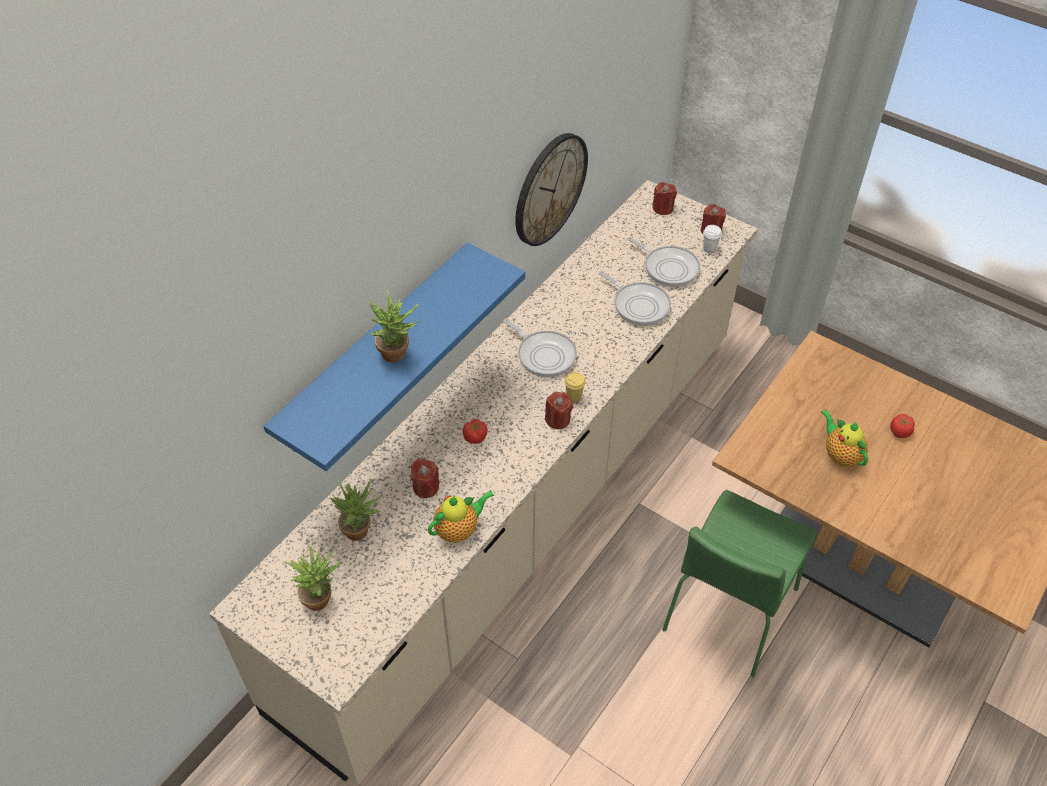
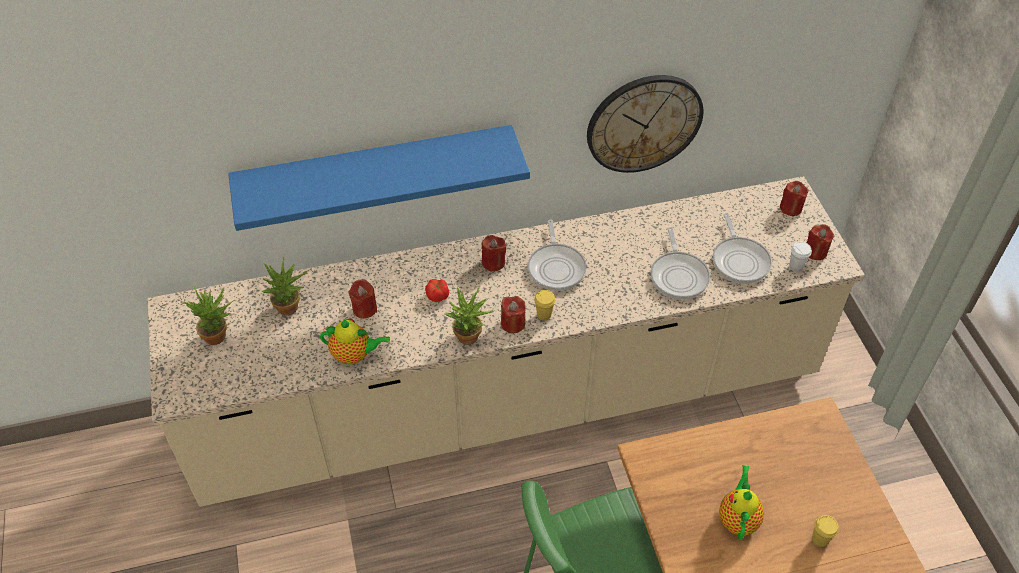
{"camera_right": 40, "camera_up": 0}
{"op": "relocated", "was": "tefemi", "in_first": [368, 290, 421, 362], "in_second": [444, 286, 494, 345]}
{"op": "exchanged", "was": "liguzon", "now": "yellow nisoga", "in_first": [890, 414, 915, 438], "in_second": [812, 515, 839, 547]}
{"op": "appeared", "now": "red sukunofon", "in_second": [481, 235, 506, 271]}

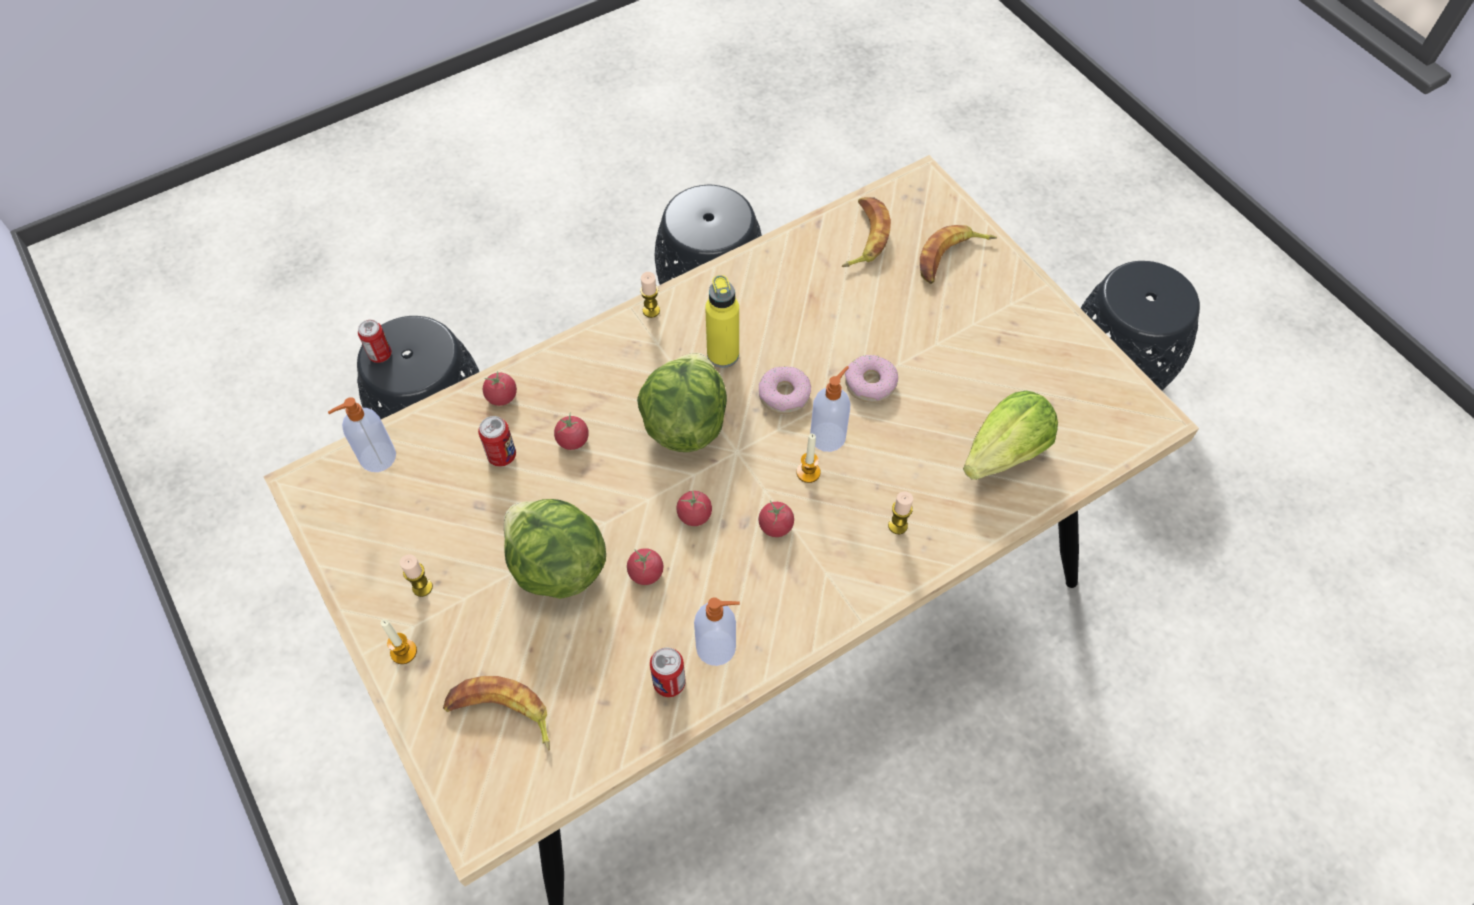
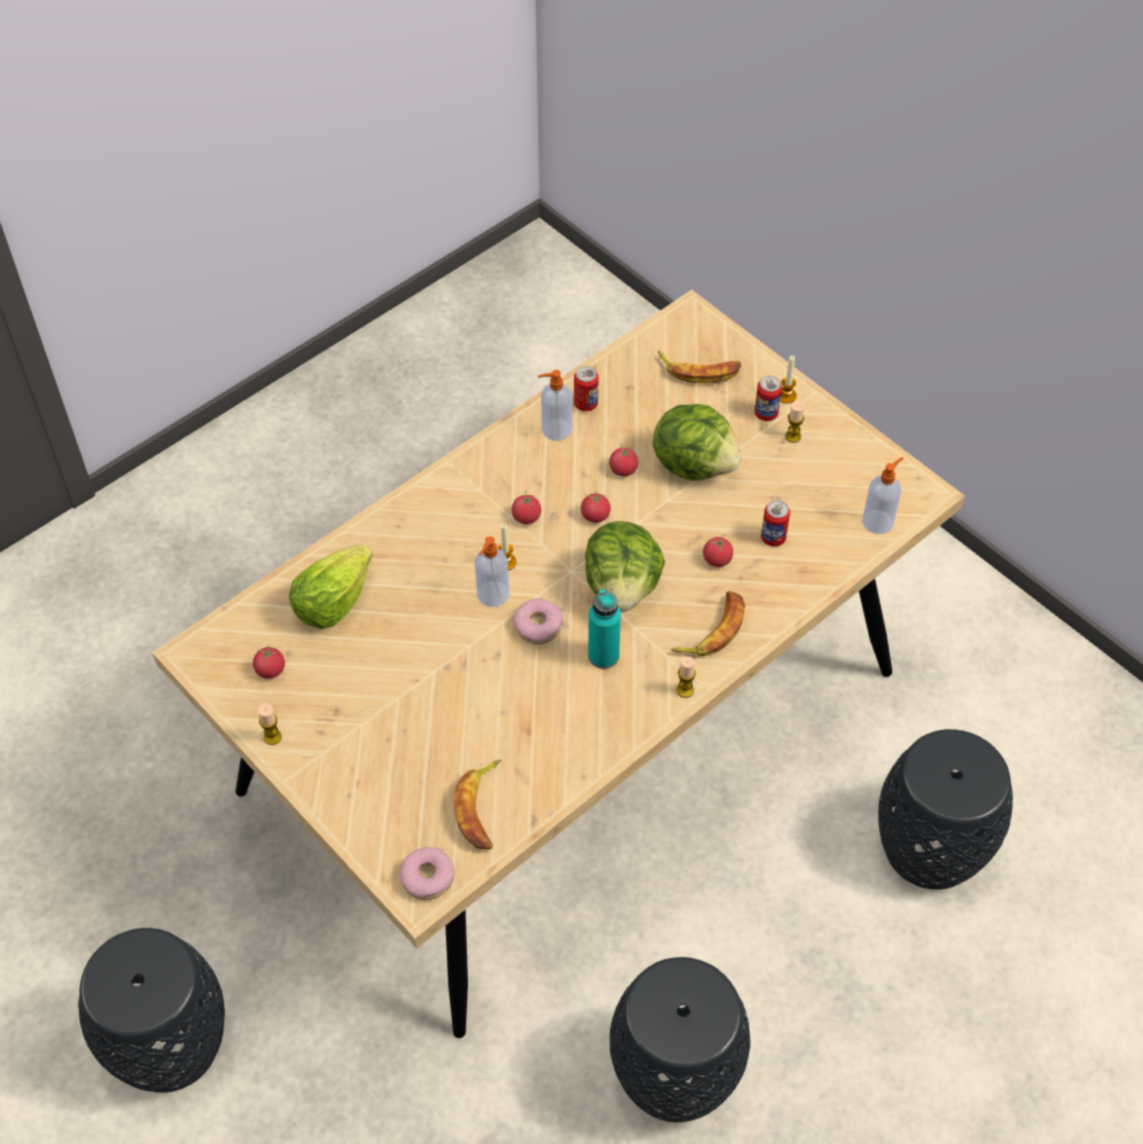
{"camera_right": 170, "camera_up": -5}
{"op": "relocated", "was": "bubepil", "in_first": [358, 320, 392, 363], "in_second": [754, 376, 782, 421]}
{"op": "relocated", "was": "liguzon", "in_first": [483, 371, 517, 406], "in_second": [253, 645, 285, 679]}
{"op": "colour", "was": "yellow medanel", "now": "turquoise medanel", "in_first": [705, 275, 739, 368], "in_second": [588, 589, 621, 669]}
{"op": "relocated", "was": "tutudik", "in_first": [845, 355, 898, 403], "in_second": [400, 847, 455, 900]}
{"op": "relocated", "was": "sukunofon", "in_first": [888, 492, 913, 534], "in_second": [258, 703, 282, 745]}
{"op": "relocated", "was": "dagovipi", "in_first": [920, 225, 997, 284], "in_second": [671, 591, 745, 656]}

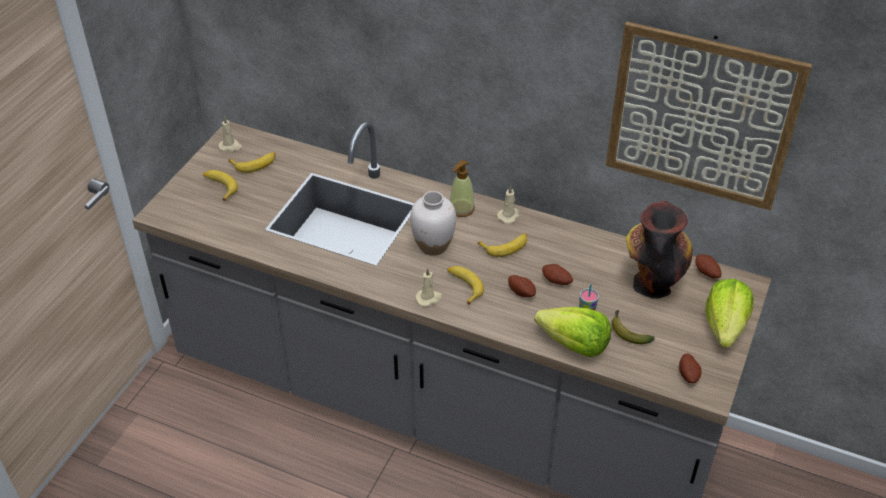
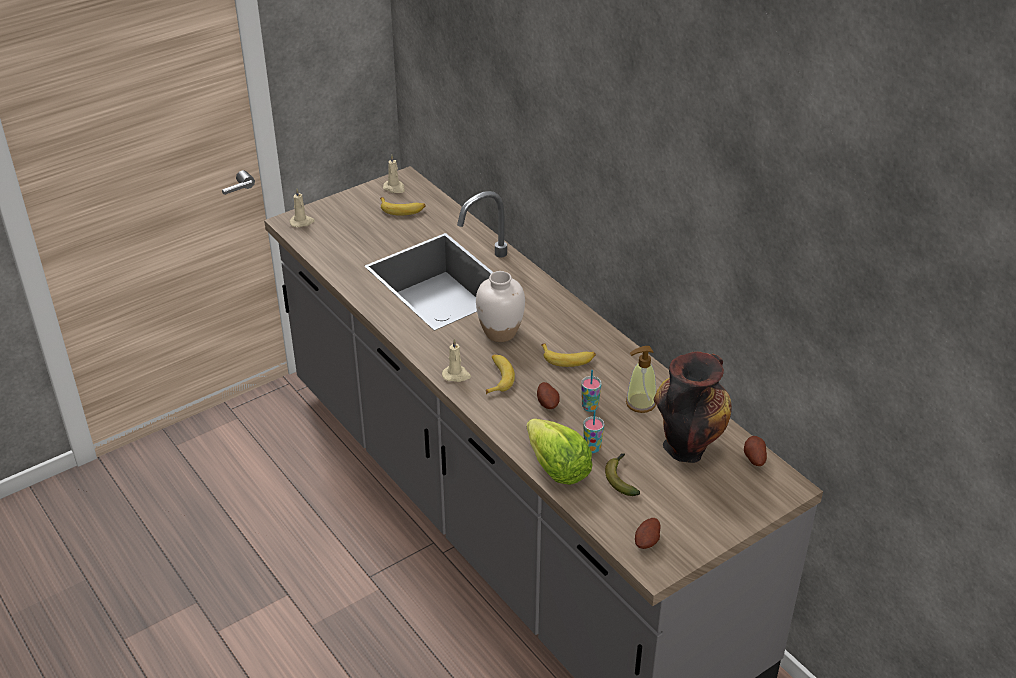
{"camera_right": 30, "camera_up": -5}
{"op": "missing", "was": "dagovipi", "in_first": [203, 170, 238, 201]}
{"op": "relocated", "was": "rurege", "in_first": [450, 160, 475, 217], "in_second": [626, 346, 656, 413]}
{"op": "relocated", "was": "beige sukunofon", "in_first": [497, 185, 520, 224], "in_second": [289, 189, 315, 227]}
{"op": "exchanged", "was": "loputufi", "now": "nisoga", "in_first": [542, 264, 573, 285], "in_second": [581, 370, 602, 412]}
{"op": "missing", "was": "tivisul", "in_first": [606, 21, 812, 210]}
{"op": "missing", "was": "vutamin", "in_first": [705, 279, 753, 348]}

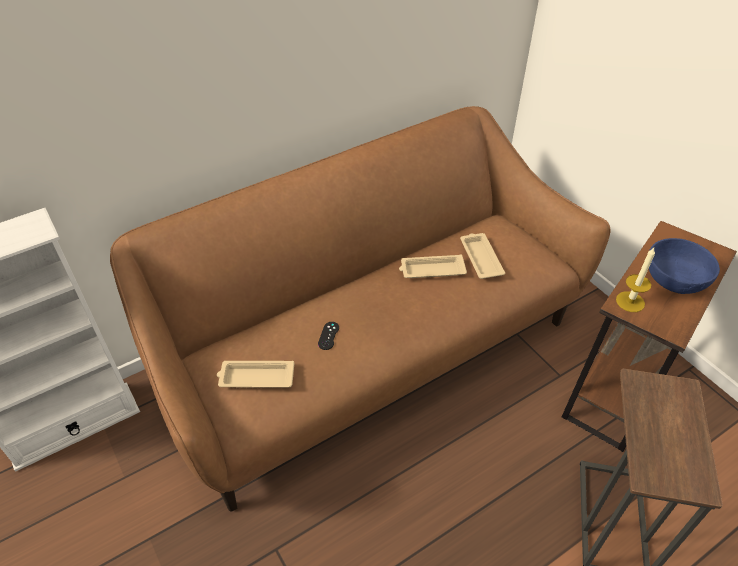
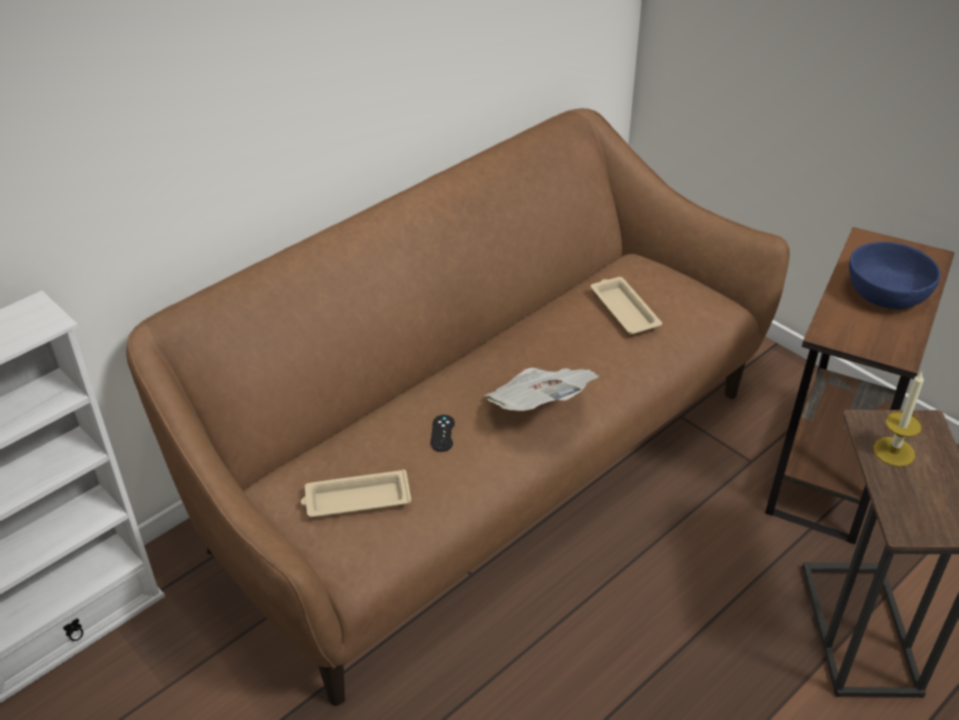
{"camera_right": -10, "camera_up": -5}
{"op": "missing", "was": "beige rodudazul", "in_first": [399, 254, 467, 278]}
{"op": "relocated", "was": "sukunofon", "in_first": [616, 248, 655, 312], "in_second": [874, 372, 924, 467]}
{"op": "appeared", "now": "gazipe", "in_second": [484, 368, 599, 411]}

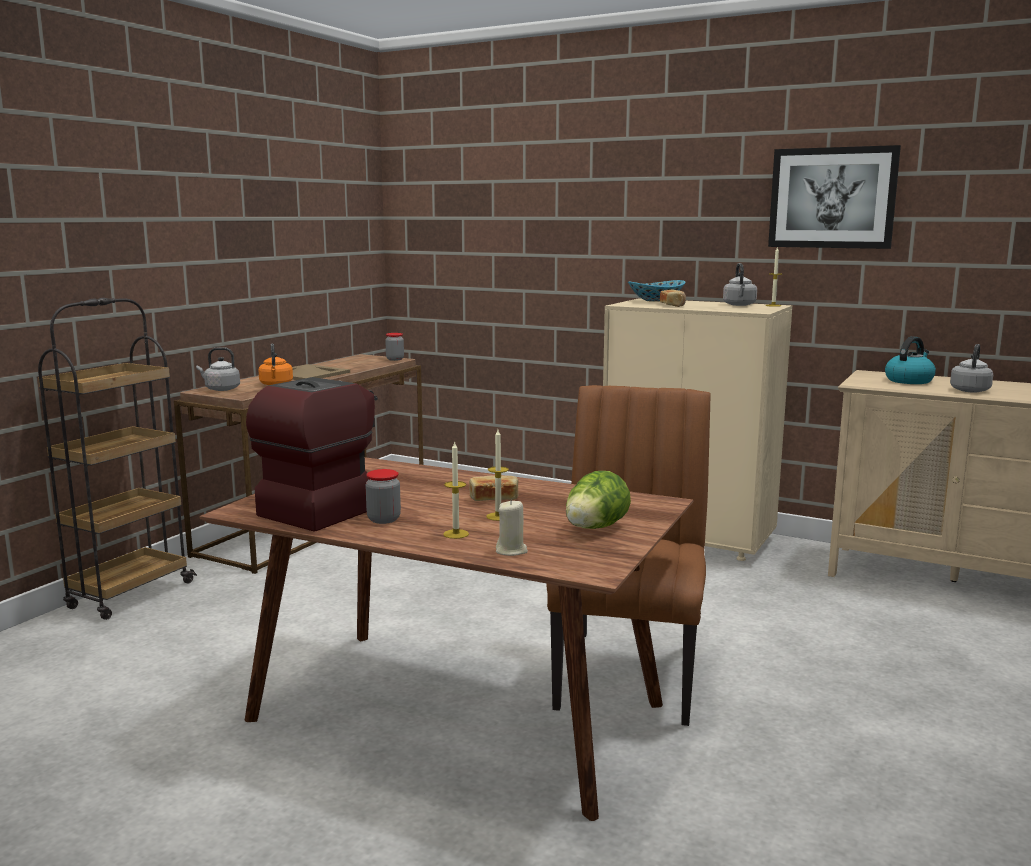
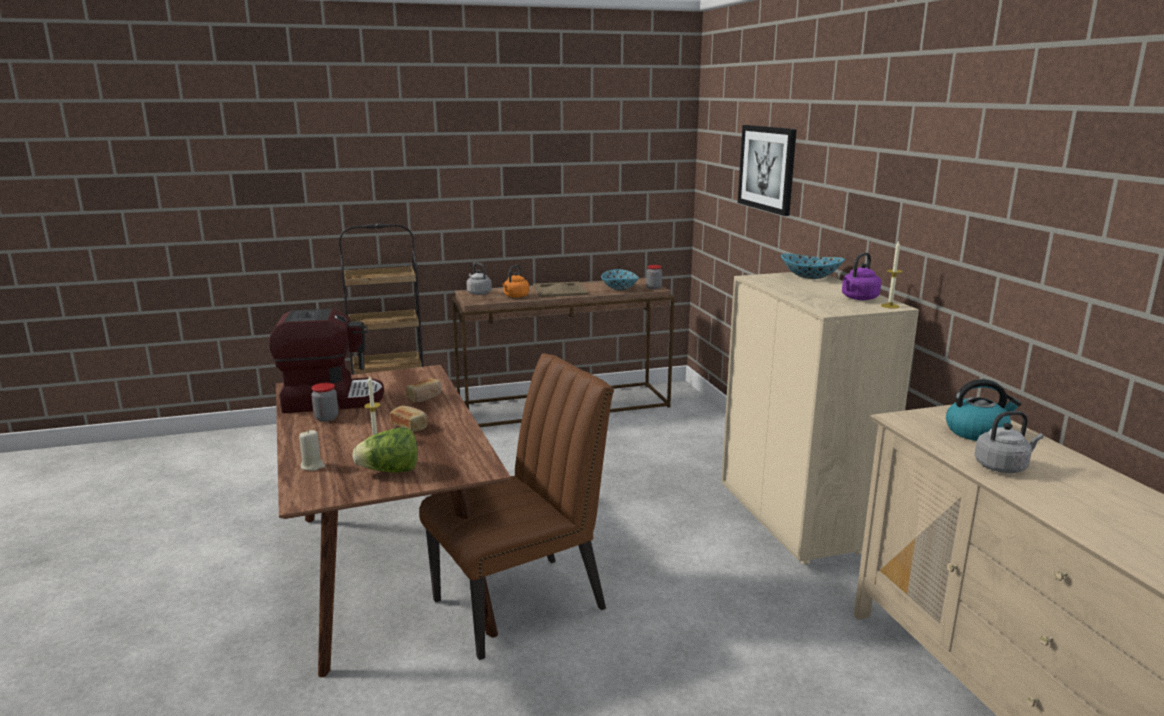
{"camera_right": 45, "camera_up": 5}
{"op": "missing", "was": "sukunofon", "in_first": [443, 441, 469, 539]}
{"op": "relocated", "was": "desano", "in_first": [660, 289, 686, 307], "in_second": [406, 379, 442, 402]}
{"op": "colour", "was": "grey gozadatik", "now": "purple gozadatik", "in_first": [723, 263, 757, 306], "in_second": [842, 252, 881, 300]}
{"op": "relocated", "was": "tivisul", "in_first": [768, 145, 901, 249], "in_second": [738, 125, 797, 216]}
{"op": "appeared", "now": "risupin", "in_second": [601, 269, 639, 290]}

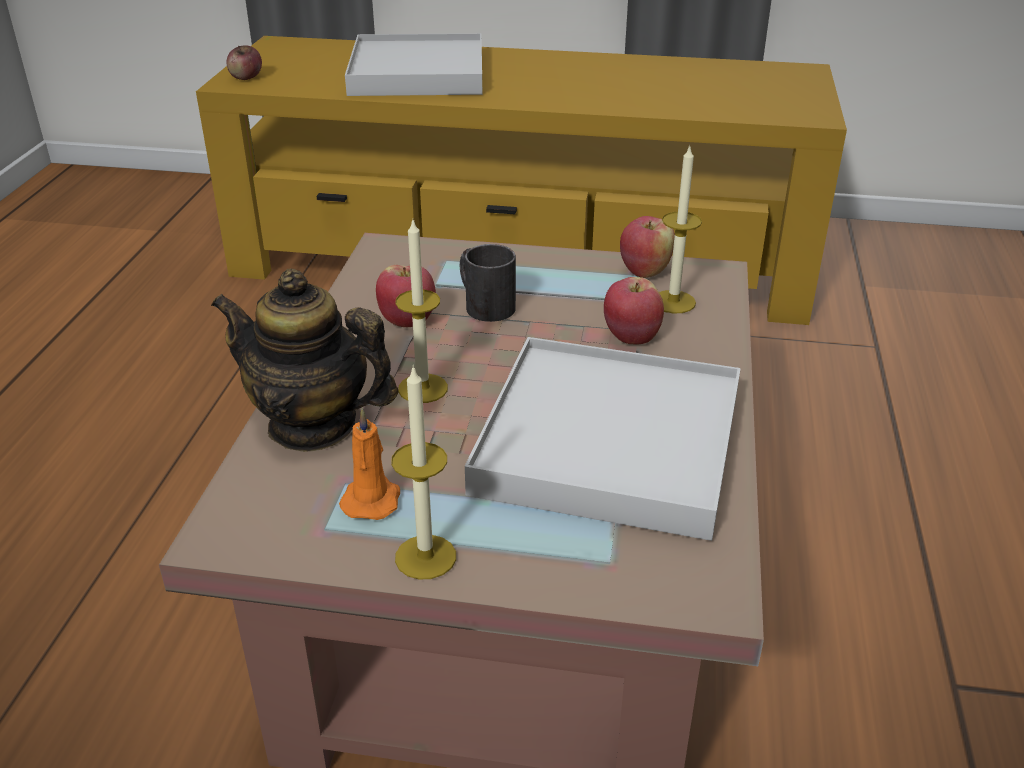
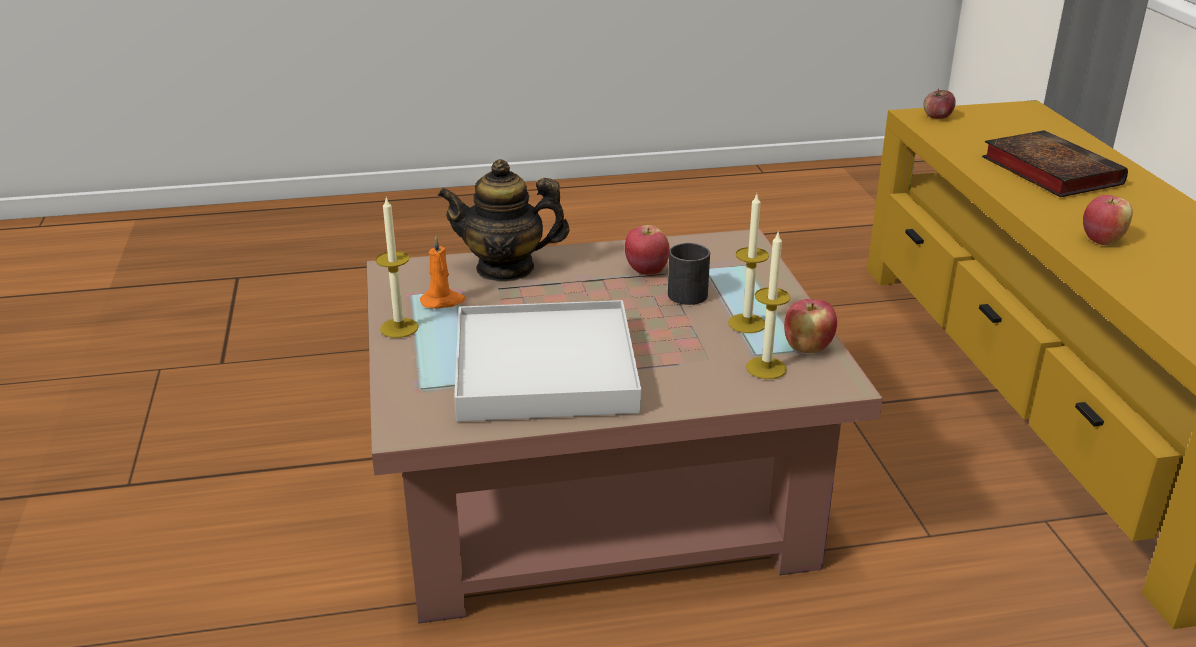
{"camera_right": 70, "camera_up": -5}
{"op": "spun", "was": "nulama", "in_first": [211, 269, 399, 452], "in_second": [438, 159, 570, 282], "clockwise": -90}
{"op": "exchanged", "was": "white rodudazul", "now": "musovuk", "in_first": [345, 33, 482, 96], "in_second": [982, 130, 1128, 197]}
{"op": "relocated", "was": "sukunofon", "in_first": [395, 220, 448, 403], "in_second": [728, 194, 769, 333]}
{"op": "relocated", "was": "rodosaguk", "in_first": [604, 277, 664, 345], "in_second": [1083, 195, 1133, 245]}

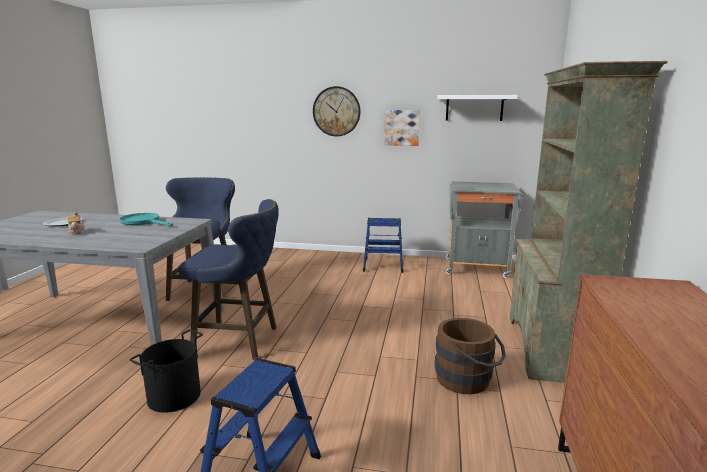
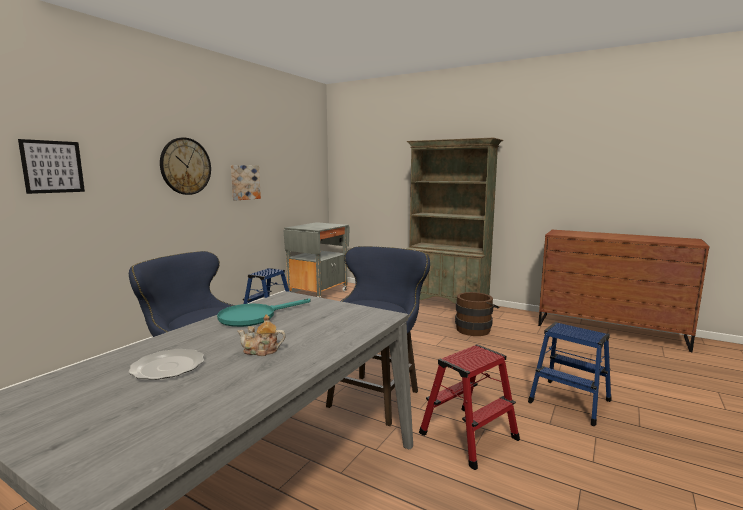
{"camera_right": -70, "camera_up": -5}
{"op": "exchanged", "was": "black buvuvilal", "now": "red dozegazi", "in_first": [130, 329, 203, 413], "in_second": [419, 344, 520, 470]}
{"op": "missing", "was": "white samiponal", "in_first": [437, 95, 518, 121]}
{"op": "appeared", "now": "tivisul", "in_second": [18, 139, 85, 194]}

